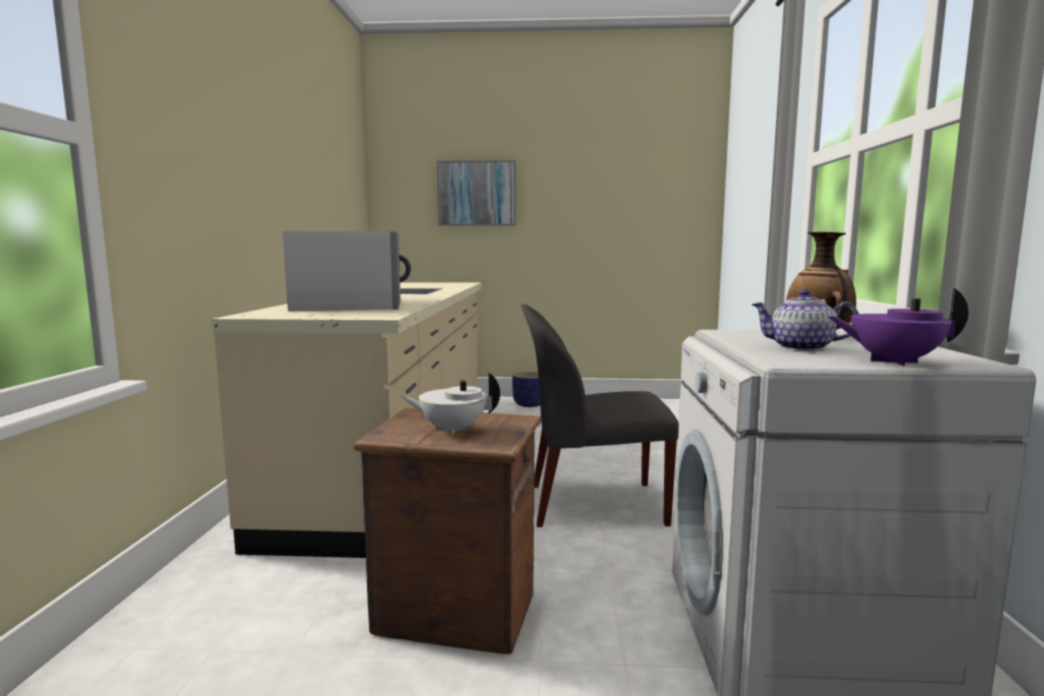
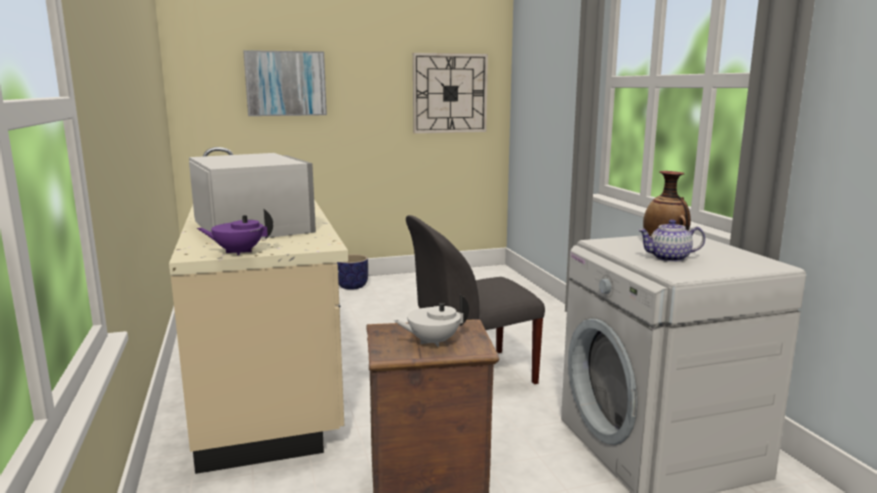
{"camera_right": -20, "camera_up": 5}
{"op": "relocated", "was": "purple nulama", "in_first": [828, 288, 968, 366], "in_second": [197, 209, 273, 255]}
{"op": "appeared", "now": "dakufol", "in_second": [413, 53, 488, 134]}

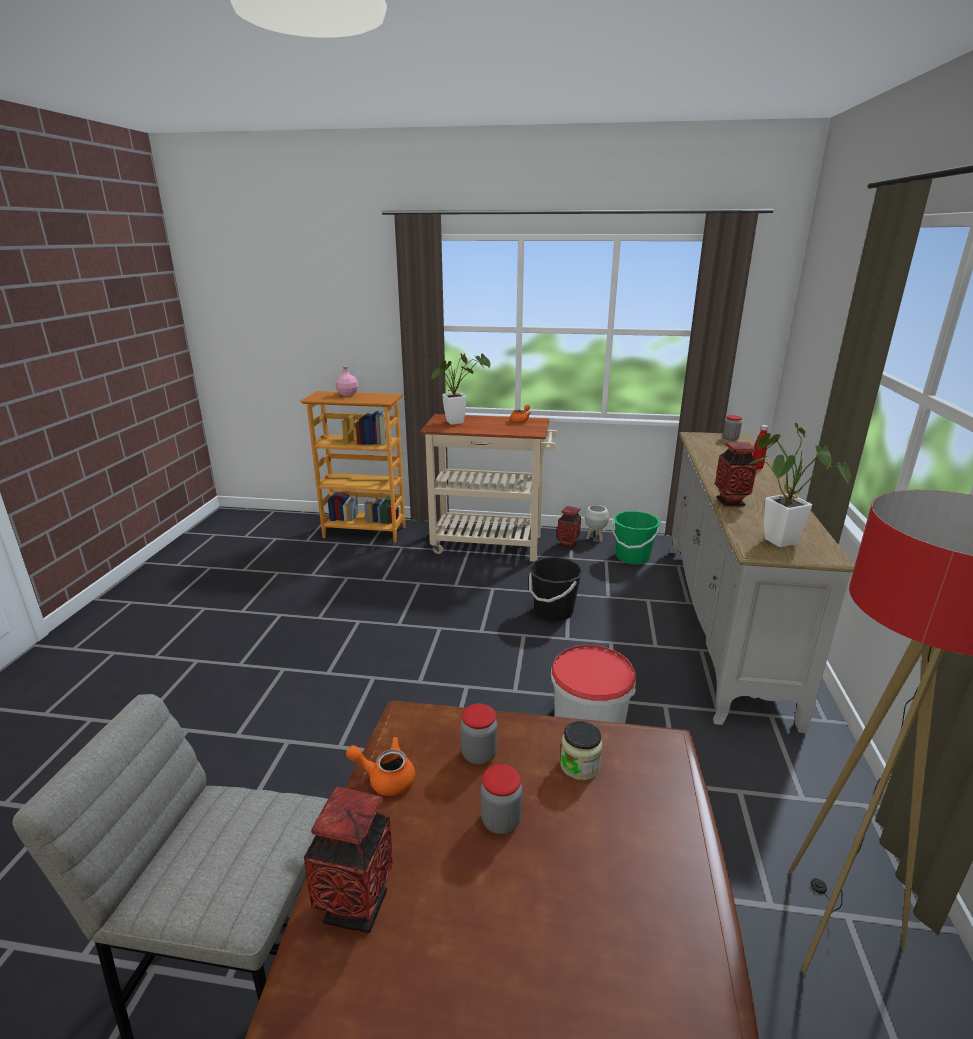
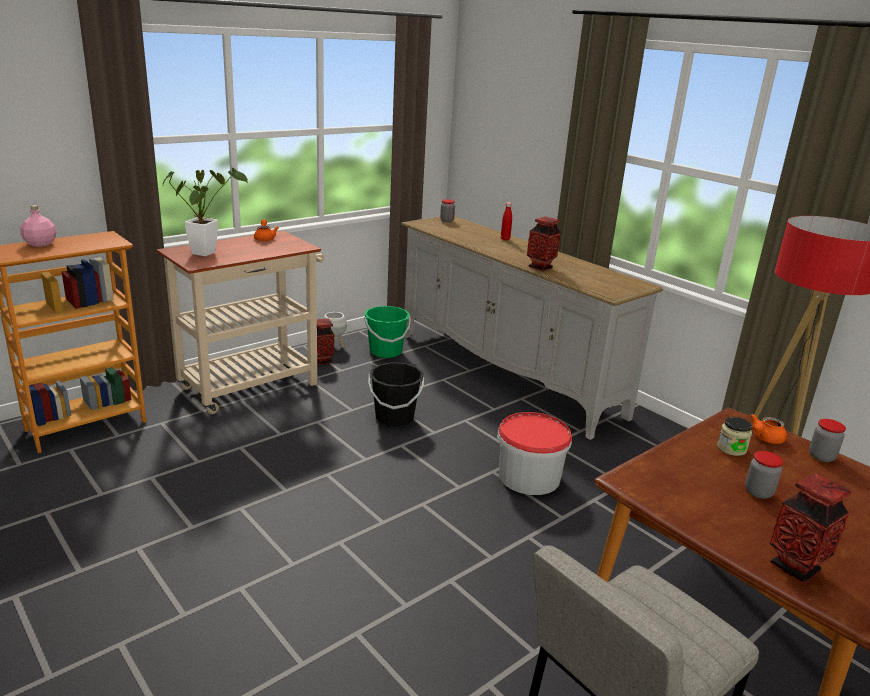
{"camera_right": -50, "camera_up": 0}
{"op": "relocated", "was": "orange nulama", "in_first": [346, 737, 415, 796], "in_second": [750, 414, 787, 444]}
{"op": "relocated", "was": "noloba", "in_first": [461, 704, 497, 764], "in_second": [809, 419, 846, 462]}
{"op": "missing", "was": "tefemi", "in_first": [748, 423, 851, 547]}

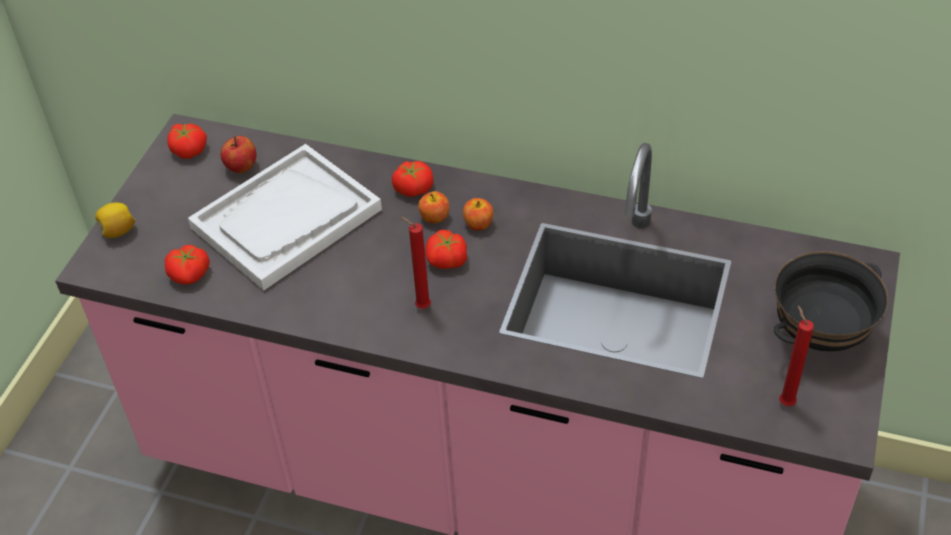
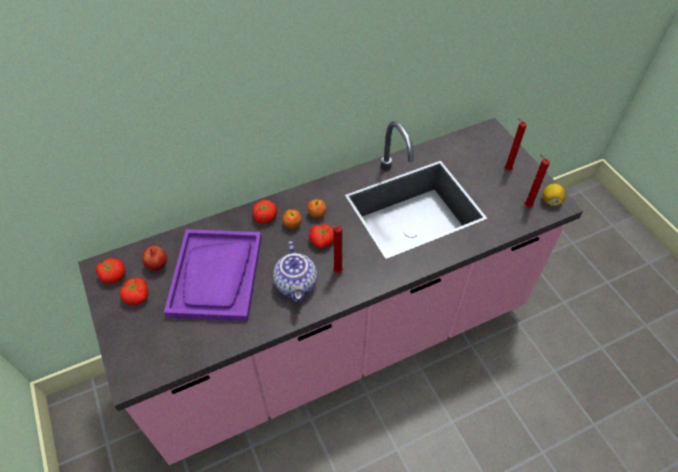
{"camera_right": -45, "camera_up": 5}
{"op": "relocated", "was": "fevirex", "in_first": [95, 203, 135, 238], "in_second": [543, 184, 565, 206]}
{"op": "relocated", "was": "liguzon", "in_first": [165, 245, 210, 284], "in_second": [120, 277, 149, 305]}
{"op": "colour", "was": "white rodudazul", "now": "purple rodudazul", "in_first": [188, 144, 382, 290], "in_second": [164, 229, 262, 321]}
{"op": "exchanged", "was": "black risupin", "now": "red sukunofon", "in_first": [774, 251, 888, 351], "in_second": [504, 118, 527, 171]}
{"op": "appeared", "now": "nulama", "in_second": [273, 241, 317, 302]}

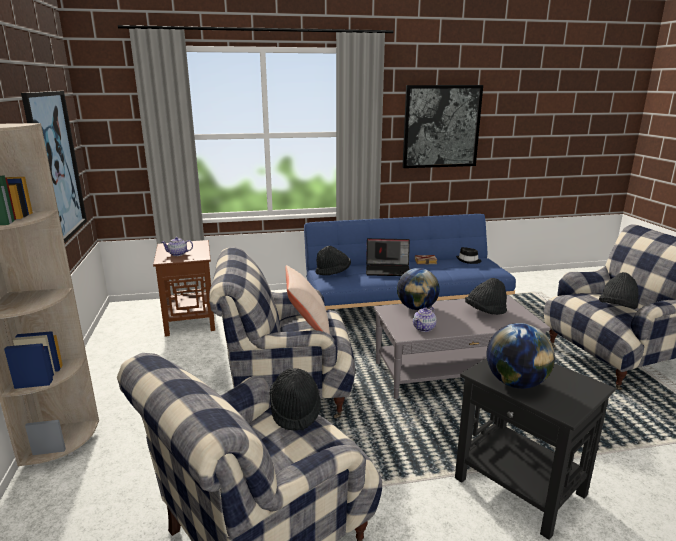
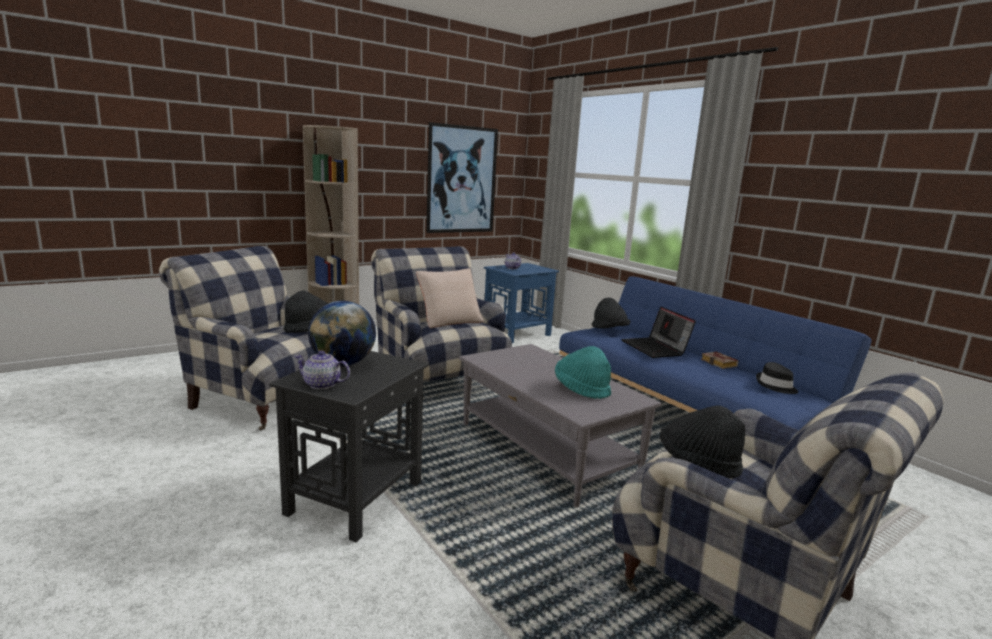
{"camera_right": 65, "camera_up": -5}
{"op": "colour", "was": "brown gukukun", "now": "blue gukukun", "in_first": [153, 240, 215, 337], "in_second": [484, 263, 559, 343]}
{"op": "missing", "was": "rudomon", "in_first": [397, 268, 440, 310]}
{"op": "missing", "was": "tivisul", "in_first": [403, 85, 483, 168]}
{"op": "relocated", "was": "nulama", "in_first": [413, 307, 436, 332], "in_second": [294, 351, 350, 389]}
{"op": "colour", "was": "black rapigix", "now": "turquoise rapigix", "in_first": [465, 278, 507, 315], "in_second": [555, 346, 611, 399]}

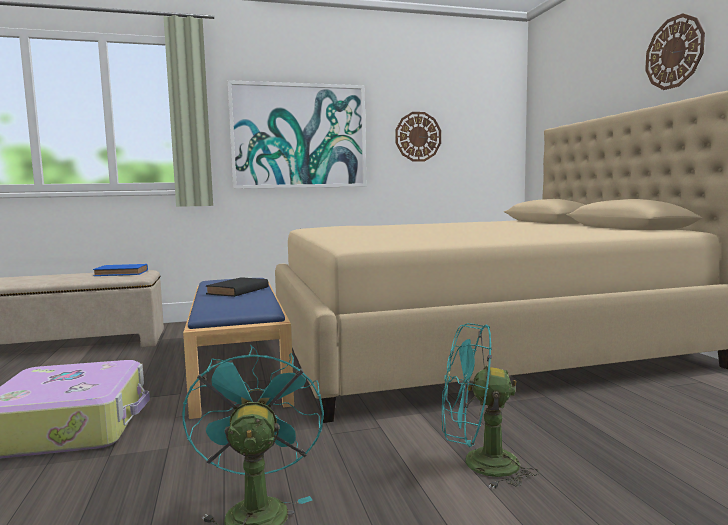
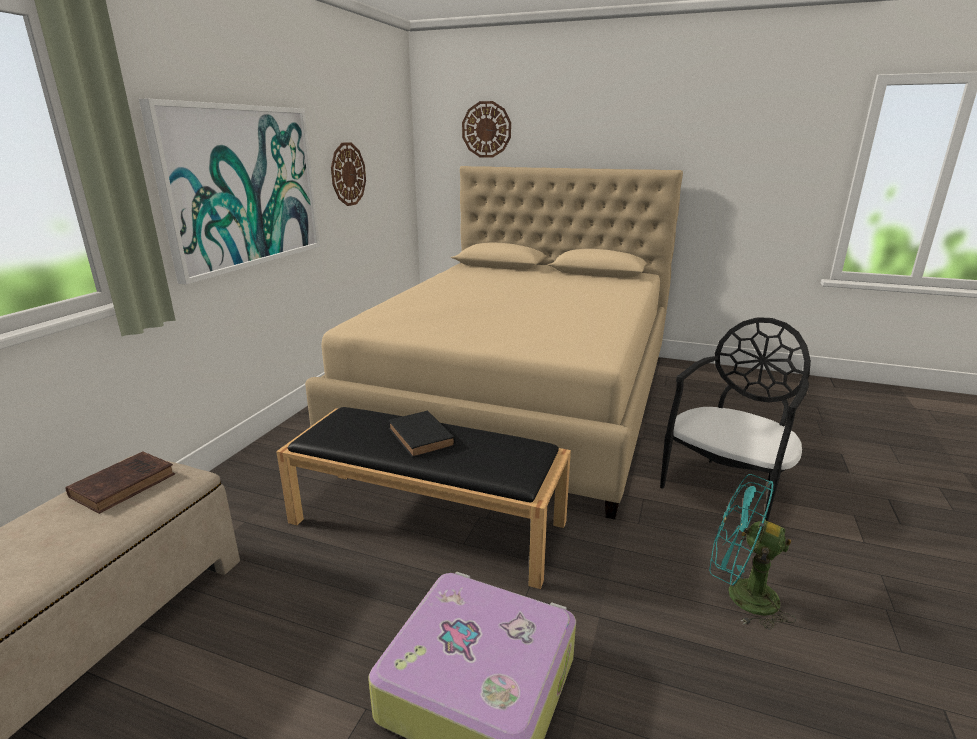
{"camera_right": -55, "camera_up": 15}
{"op": "colour", "was": "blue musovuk", "now": "brown musovuk", "in_first": [93, 264, 148, 276], "in_second": [65, 452, 175, 514]}
{"op": "colour", "was": "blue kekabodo", "now": "black kekabodo", "in_first": [183, 278, 294, 419], "in_second": [276, 407, 571, 589]}
{"op": "exchanged", "was": "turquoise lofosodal", "now": "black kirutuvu", "in_first": [442, 323, 539, 489], "in_second": [660, 317, 811, 521]}
{"op": "relocated", "was": "dakufol", "in_first": [645, 13, 705, 90], "in_second": [462, 101, 511, 158]}

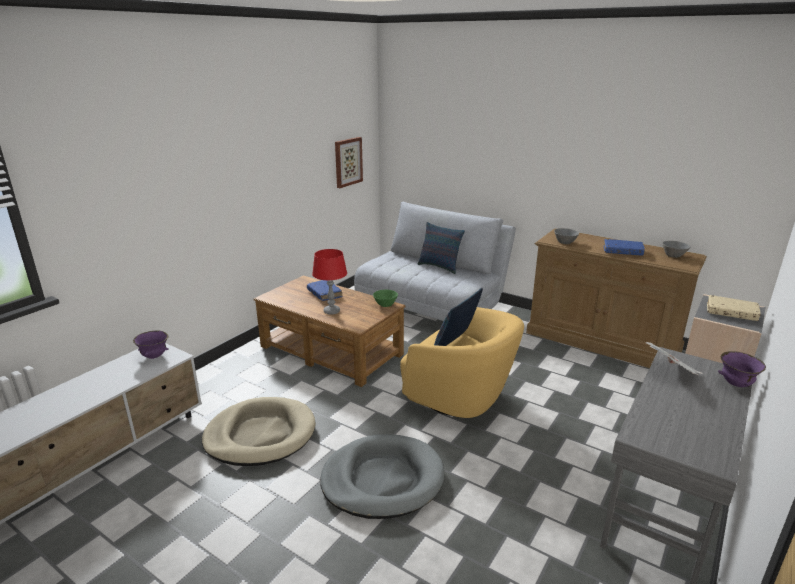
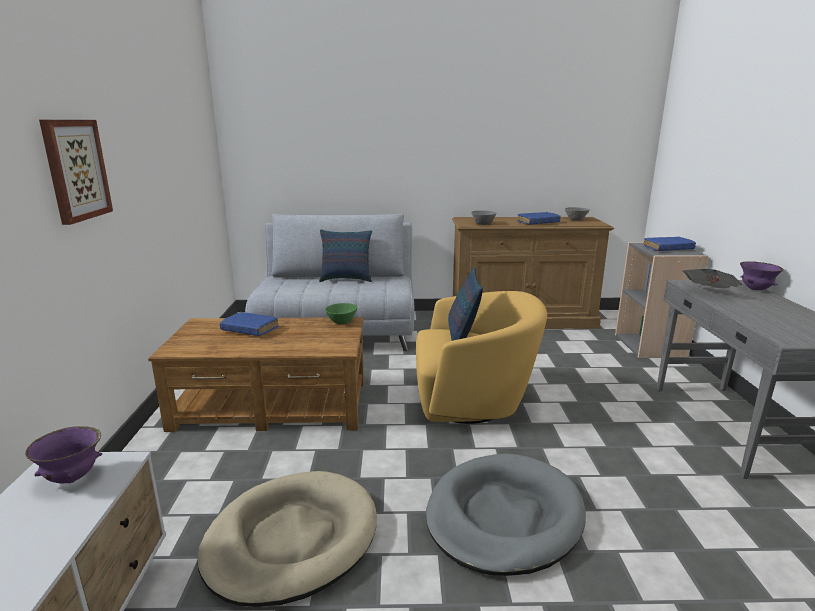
{"camera_right": -35, "camera_up": -5}
{"op": "missing", "was": "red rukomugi", "in_first": [312, 249, 347, 315]}
{"op": "relocated", "was": "tivisul", "in_first": [335, 137, 363, 188], "in_second": [39, 120, 113, 225]}
{"op": "colour", "was": "beige musovuk", "now": "blue musovuk", "in_first": [707, 295, 761, 321], "in_second": [643, 236, 696, 251]}

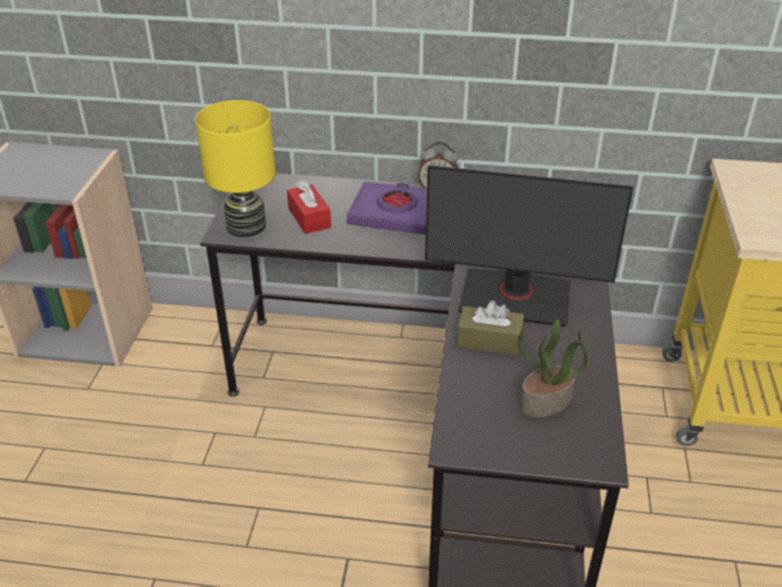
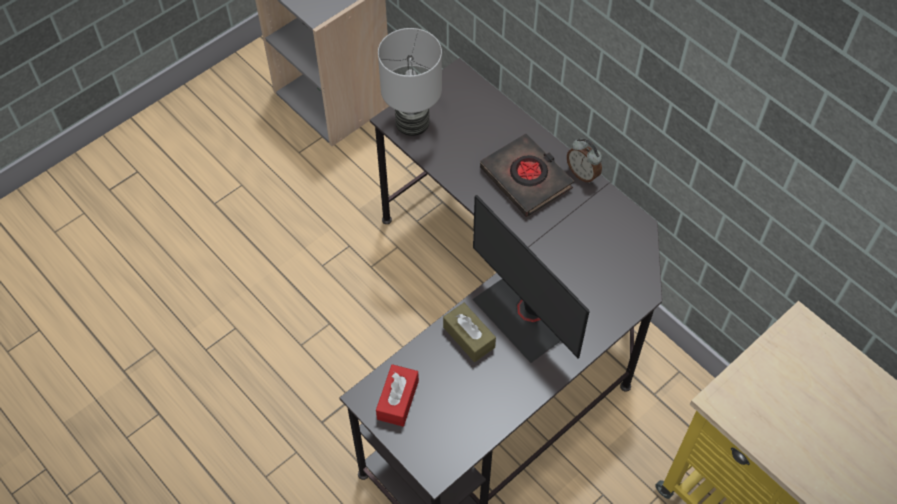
{"camera_right": 40, "camera_up": 20}
{"op": "colour", "was": "yellow rukomugi", "now": "grey rukomugi", "in_first": [195, 100, 276, 237], "in_second": [378, 28, 442, 136]}
{"op": "relocated", "was": "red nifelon", "in_first": [287, 180, 331, 234], "in_second": [376, 364, 419, 427]}
{"op": "colour", "was": "purple musovuk", "now": "black musovuk", "in_first": [347, 182, 427, 235], "in_second": [480, 134, 574, 217]}
{"op": "missing", "was": "tefemi", "in_first": [518, 319, 588, 417]}

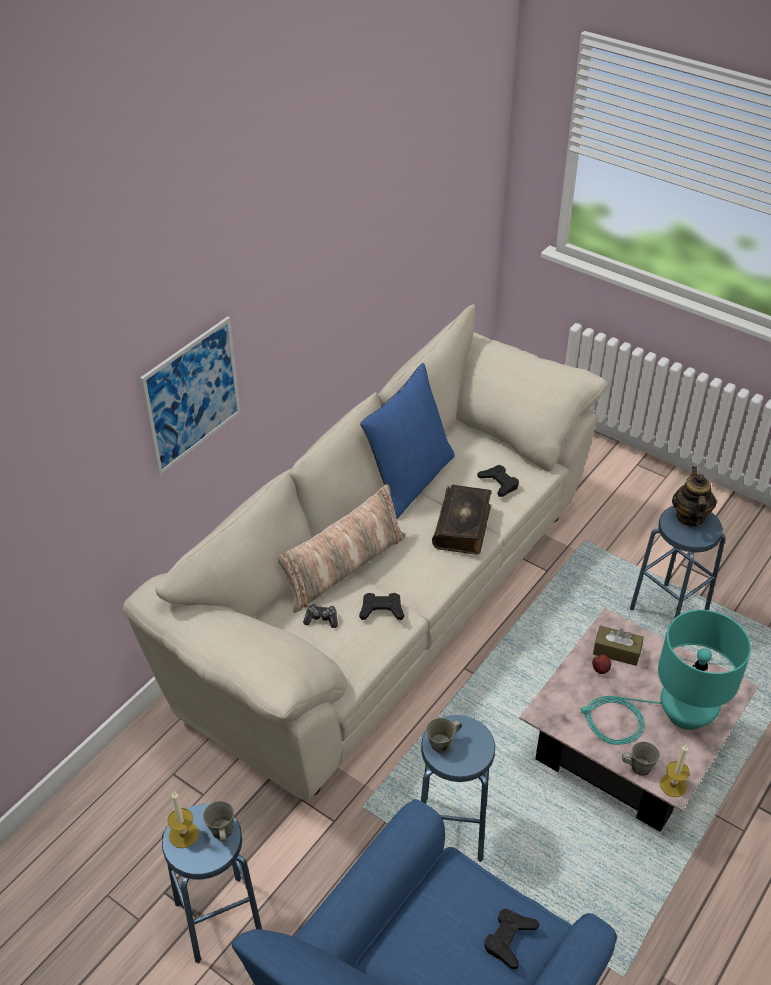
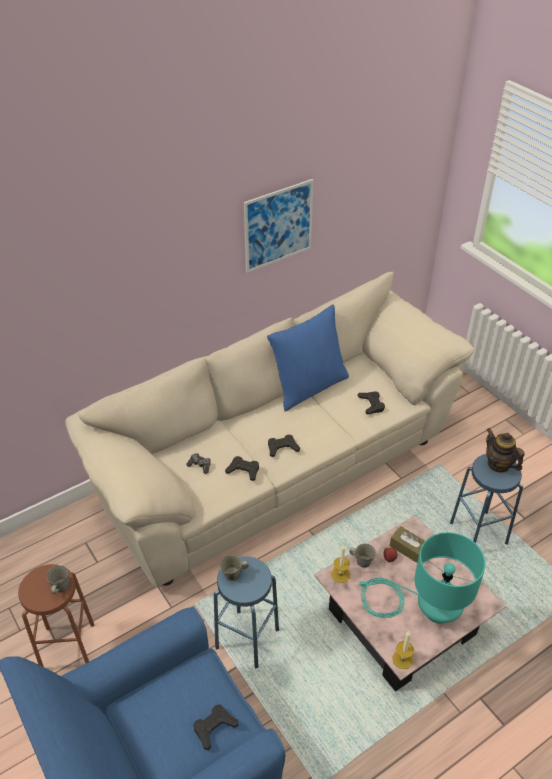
{"camera_right": 20, "camera_up": 0}
{"op": "relocated", "was": "tivisul", "in_first": [140, 316, 241, 475], "in_second": [244, 179, 313, 273]}
{"op": "colour", "was": "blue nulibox", "now": "brown nulibox", "in_first": [162, 804, 262, 963], "in_second": [18, 564, 94, 667]}
{"op": "relocated", "was": "sukunofon", "in_first": [168, 792, 199, 848], "in_second": [331, 545, 350, 583]}
{"op": "missing", "was": "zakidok", "in_first": [278, 484, 405, 613]}
{"op": "missing", "was": "musovuk", "in_first": [432, 485, 492, 555]}
{"op": "relocated", "was": "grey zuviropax", "in_first": [622, 742, 660, 776], "in_second": [349, 544, 376, 568]}
{"op": "spun", "was": "nulama", "in_first": [672, 466, 717, 527], "in_second": [486, 428, 525, 473], "clockwise": -60}
{"op": "appeared", "now": "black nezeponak", "in_second": [268, 435, 300, 457]}

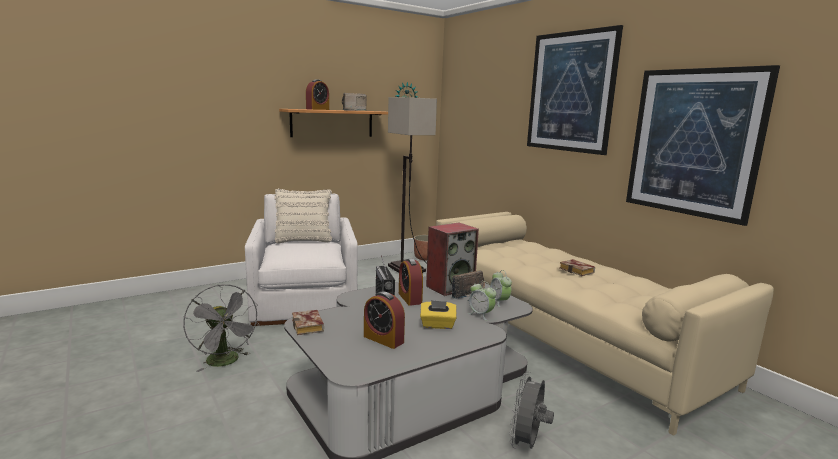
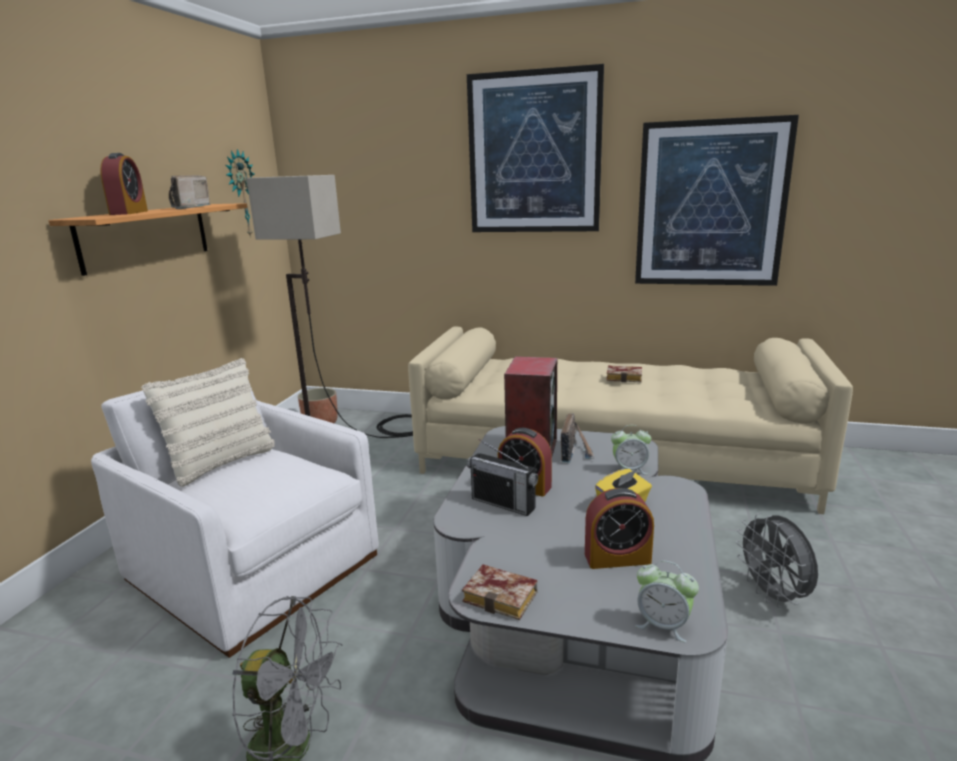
{"camera_right": -40, "camera_up": 5}
{"op": "relocated", "was": "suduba", "in_first": [490, 270, 512, 307], "in_second": [635, 560, 699, 642]}

